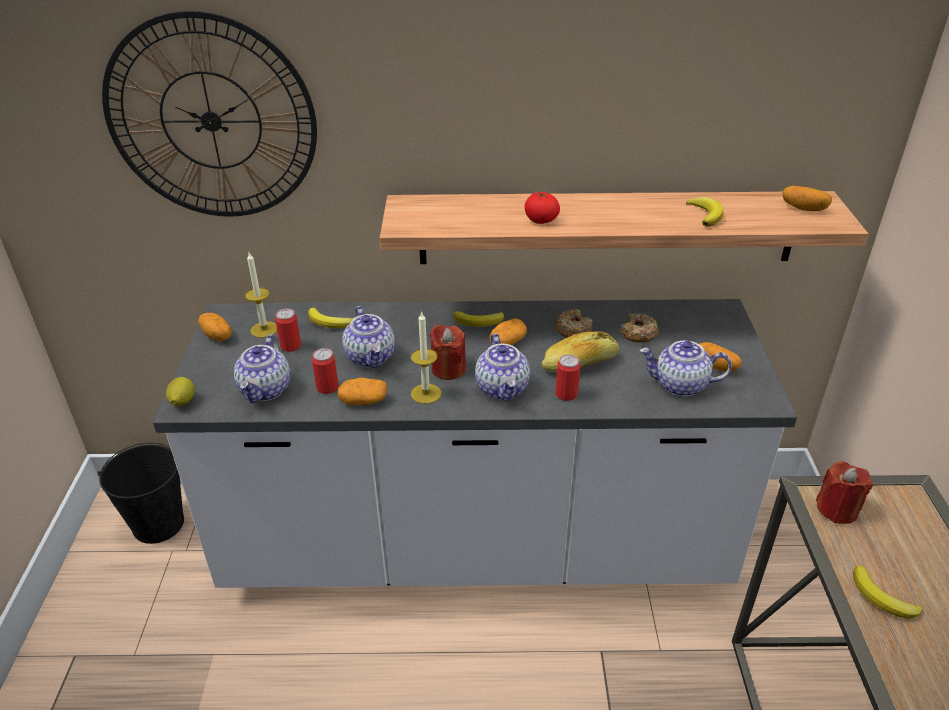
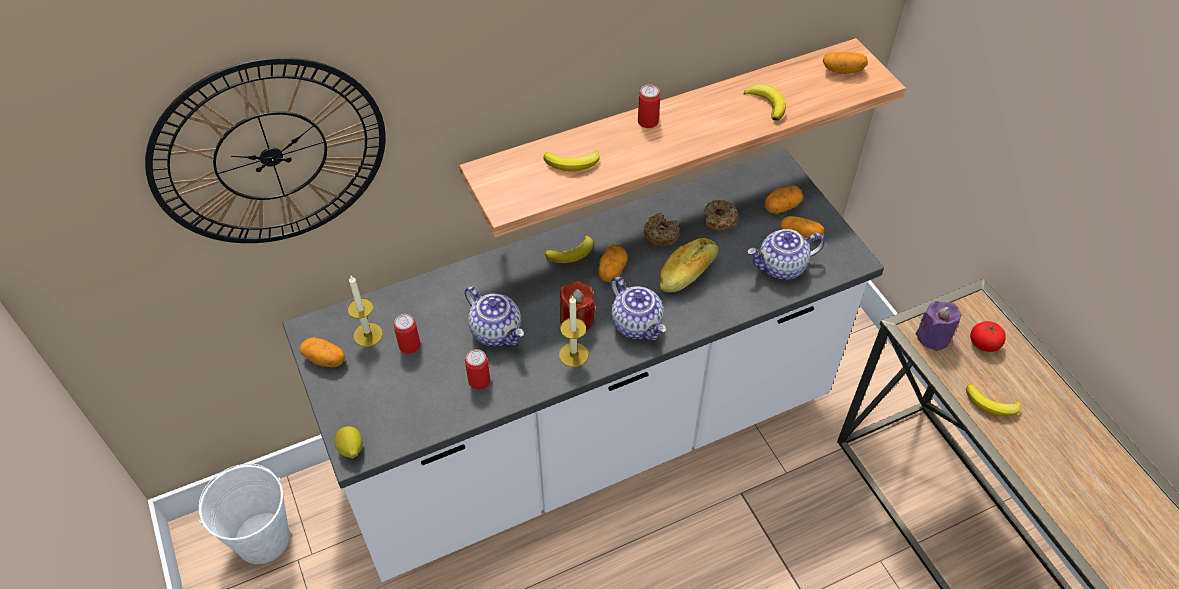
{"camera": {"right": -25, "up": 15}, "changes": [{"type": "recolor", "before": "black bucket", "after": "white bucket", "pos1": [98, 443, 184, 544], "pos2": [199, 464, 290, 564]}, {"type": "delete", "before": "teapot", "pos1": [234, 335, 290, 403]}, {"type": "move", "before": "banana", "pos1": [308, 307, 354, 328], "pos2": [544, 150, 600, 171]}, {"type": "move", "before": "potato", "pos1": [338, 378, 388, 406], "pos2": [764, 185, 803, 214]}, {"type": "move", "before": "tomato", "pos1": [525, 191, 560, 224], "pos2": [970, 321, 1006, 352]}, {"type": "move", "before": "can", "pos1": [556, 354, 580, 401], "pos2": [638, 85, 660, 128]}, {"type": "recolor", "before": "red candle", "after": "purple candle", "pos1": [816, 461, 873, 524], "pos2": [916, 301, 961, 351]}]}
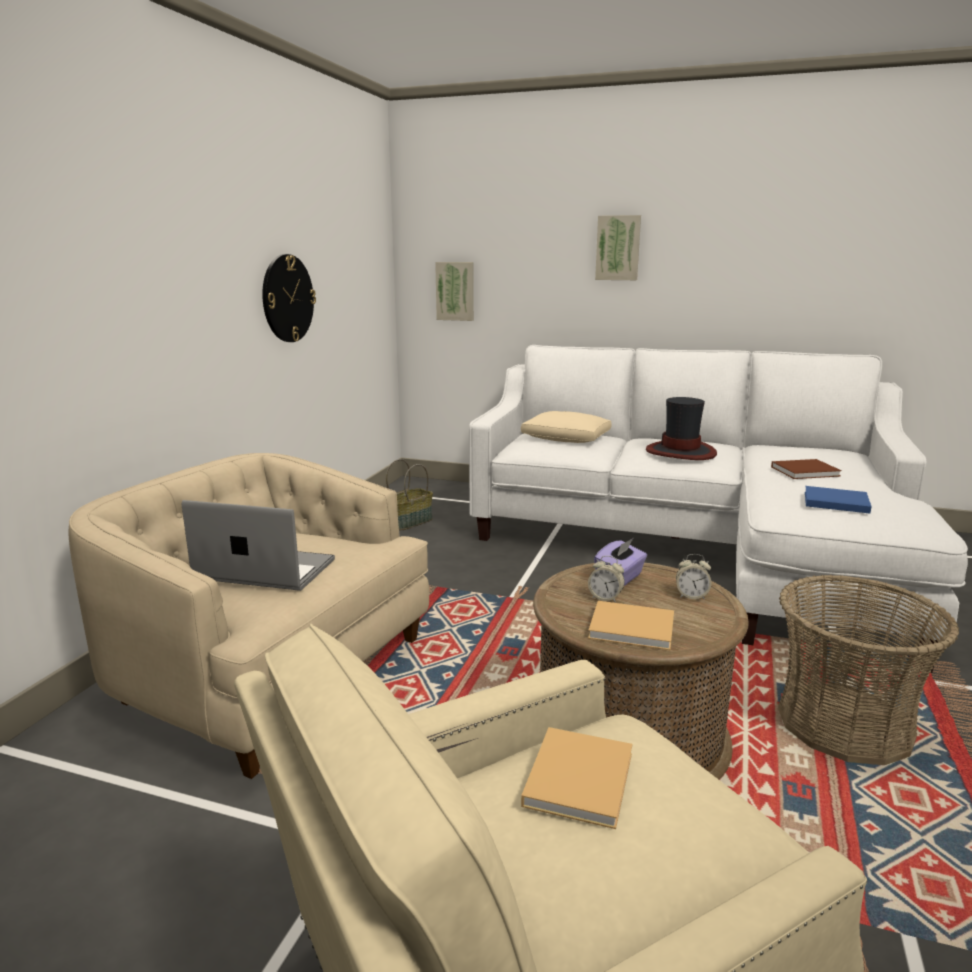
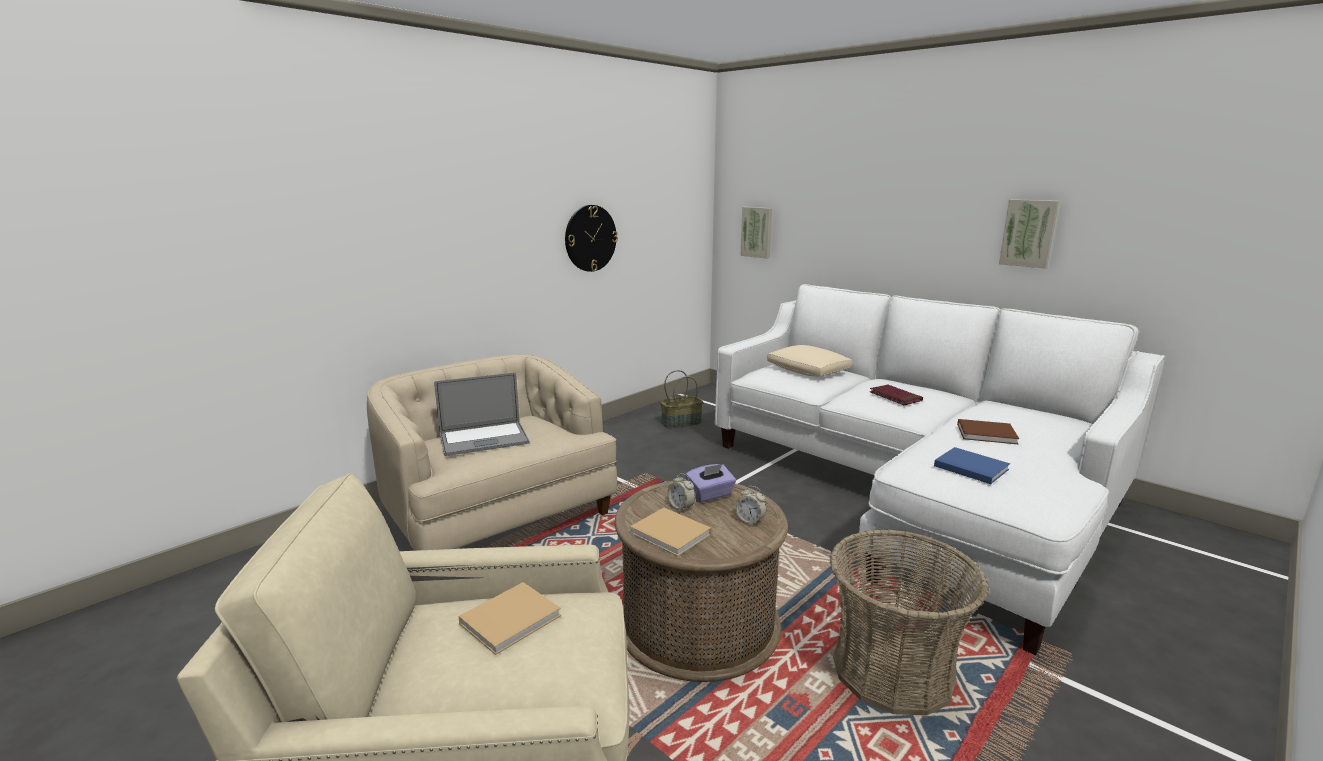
{"camera": {"right": 25, "up": 0}, "changes": [{"type": "rotate", "before": "laptop", "pos1": [182, 500, 335, 591], "pos2": [434, 372, 529, 456], "turn": 120}, {"type": "move", "before": "picture", "pos1": [595, 215, 641, 280], "pos2": [999, 199, 1059, 269]}, {"type": "replace", "before": "hat", "after": "red book", "pos1": [646, 397, 717, 460], "pos2": [870, 385, 923, 405]}]}
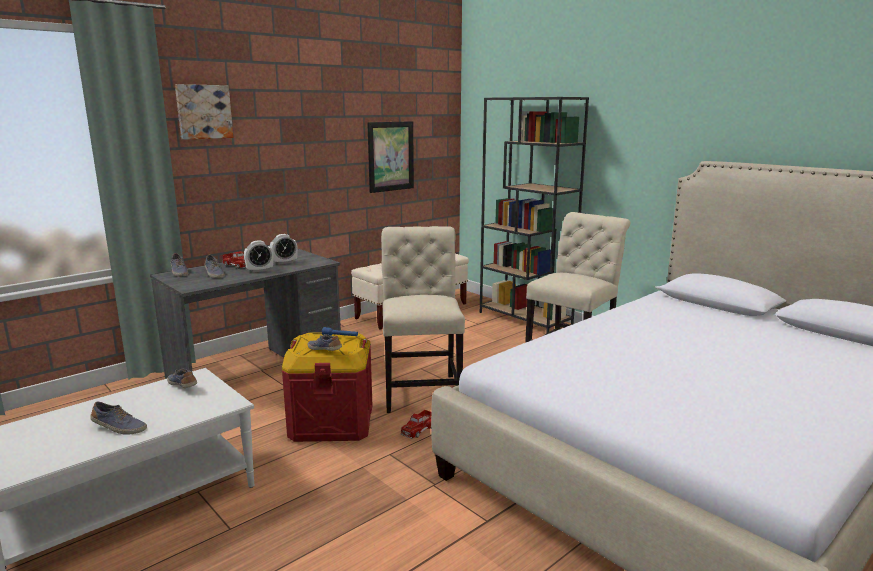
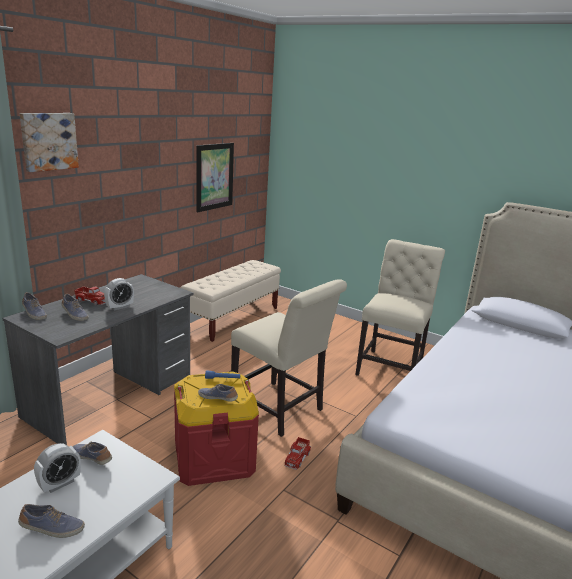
{"camera": {"right": -15, "up": 5}, "changes": [{"type": "move", "before": "alarm clock", "pos1": [270, 234, 298, 264], "pos2": [34, 443, 81, 493]}, {"type": "rotate", "before": "beige chair", "pos1": [381, 226, 465, 413], "pos2": [231, 279, 347, 437], "turn": 150}, {"type": "delete", "before": "bookcase", "pos1": [480, 97, 589, 334]}]}
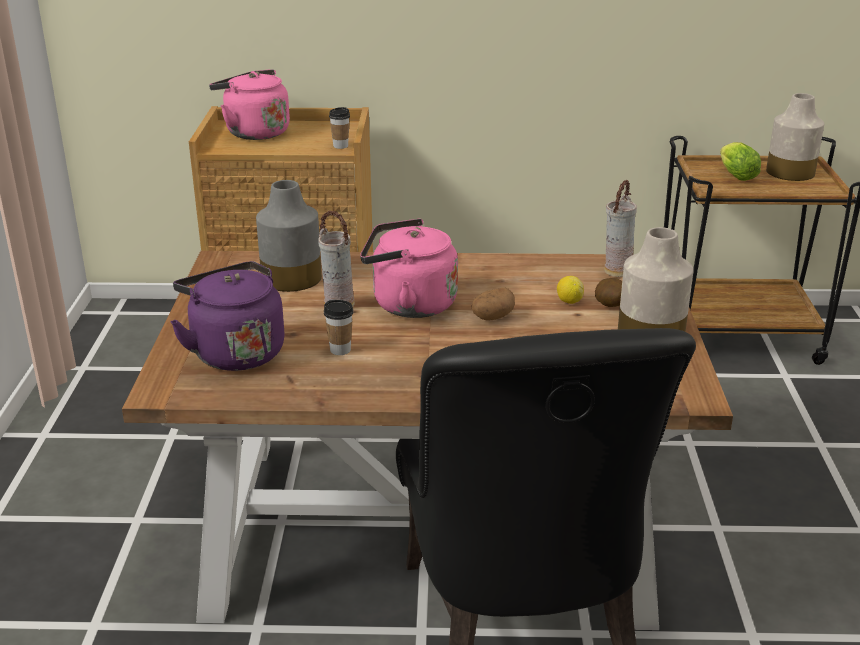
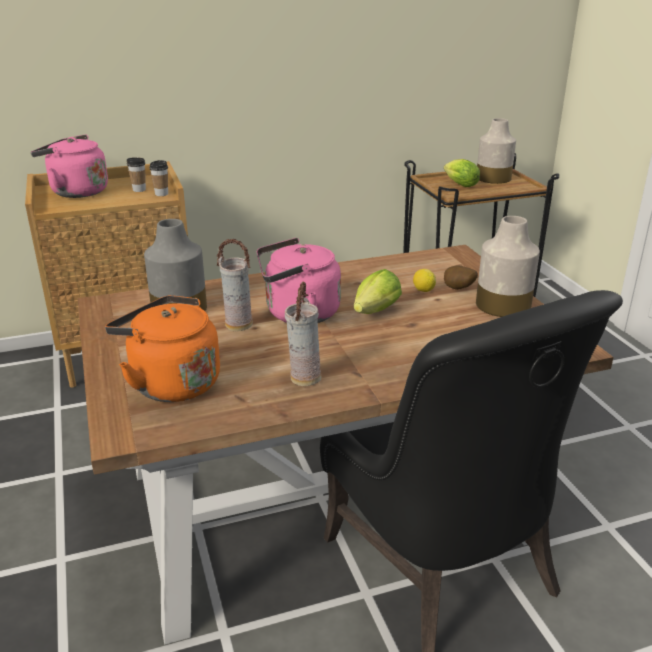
{"camera": {"right": -20, "up": 0}, "changes": [{"type": "recolor", "before": "purple kettle", "after": "orange kettle", "pos1": [170, 261, 285, 371], "pos2": [105, 295, 220, 402]}, {"type": "move", "before": "cup", "pos1": [324, 300, 353, 355], "pos2": [127, 158, 146, 192]}, {"type": "replace", "before": "potato", "after": "lettuce", "pos1": [472, 287, 515, 321], "pos2": [354, 269, 402, 314]}, {"type": "move", "before": "vase", "pos1": [604, 180, 637, 277], "pos2": [285, 281, 321, 386]}]}
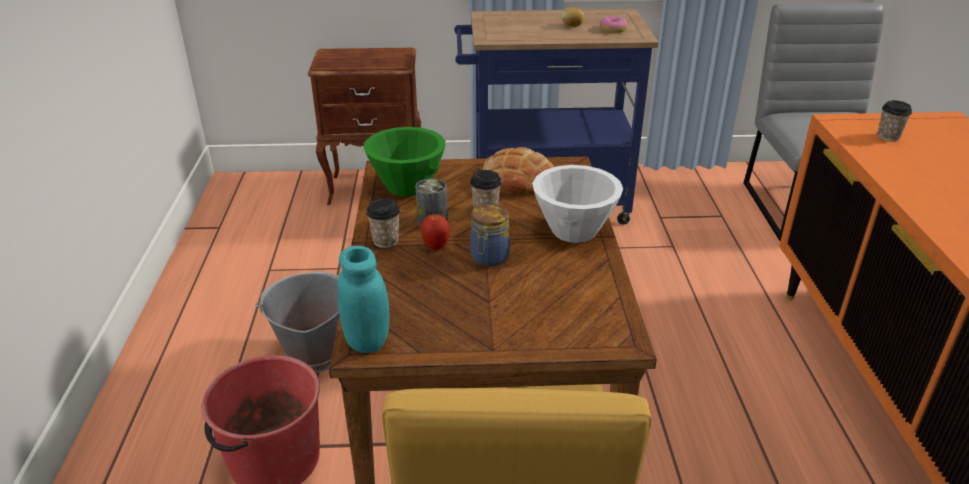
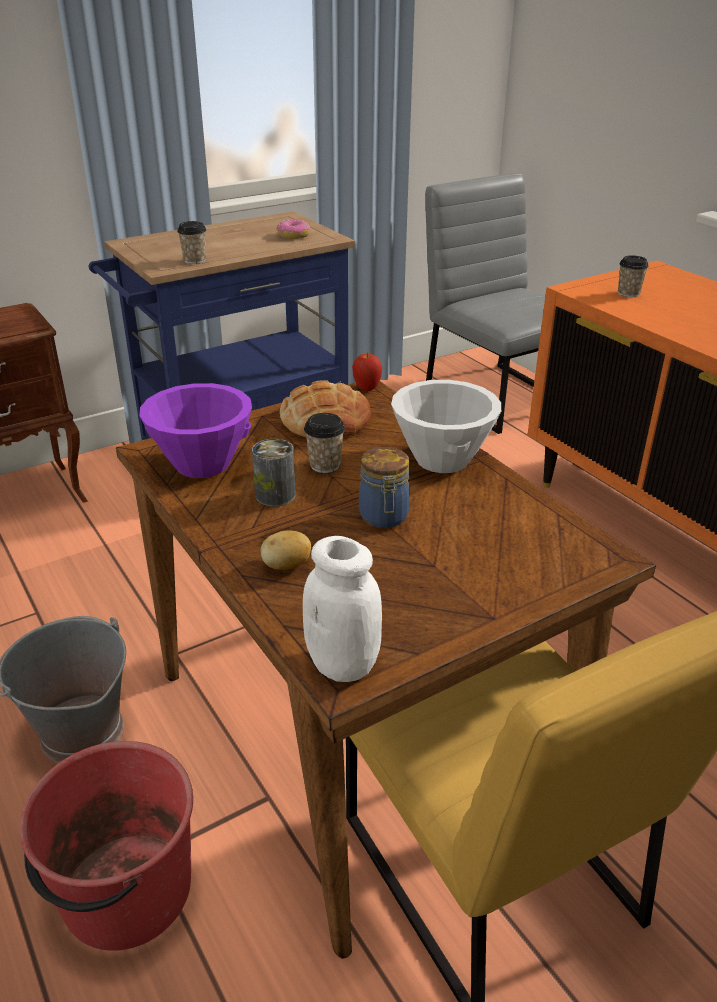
{"camera": {"right": -30, "up": 0}, "changes": [{"type": "recolor", "before": "turquoise jar", "after": "white jar", "pos1": [337, 246, 390, 353], "pos2": [303, 536, 382, 682]}, {"type": "recolor", "before": "green bowl", "after": "purple bowl", "pos1": [363, 127, 445, 197], "pos2": [140, 383, 252, 478]}, {"type": "move", "before": "cup", "pos1": [366, 198, 400, 248], "pos2": [177, 221, 206, 264]}, {"type": "move", "before": "apple", "pos1": [421, 214, 450, 250], "pos2": [352, 352, 382, 391]}, {"type": "move", "before": "potato", "pos1": [561, 7, 585, 27], "pos2": [260, 530, 311, 570]}]}
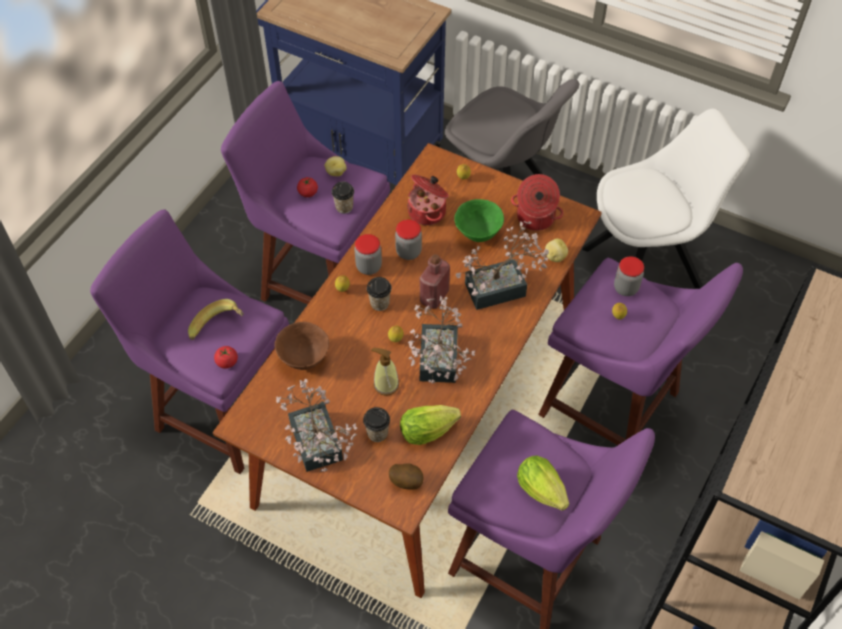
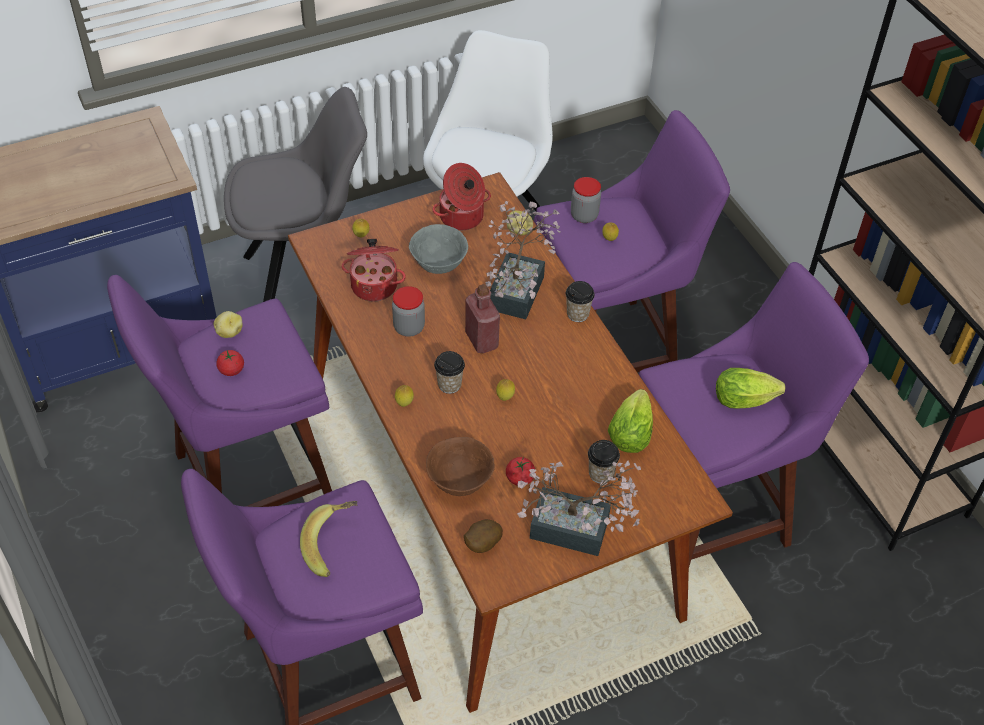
{"camera": {"right": -55, "up": -5}, "changes": [{"type": "move", "before": "tomato", "pos1": [214, 346, 238, 368], "pos2": [506, 457, 535, 486]}, {"type": "move", "before": "cup", "pos1": [332, 181, 354, 214], "pos2": [565, 281, 595, 322]}, {"type": "delete", "before": "jar", "pos1": [355, 234, 382, 275]}, {"type": "delete", "before": "soap dispenser", "pos1": [371, 348, 399, 396]}, {"type": "move", "before": "potato", "pos1": [389, 463, 423, 489], "pos2": [464, 519, 503, 553]}, {"type": "delete", "before": "potted plant", "pos1": [408, 296, 475, 384]}, {"type": "recolor", "before": "green bowl", "after": "grey bowl", "pos1": [454, 199, 504, 242], "pos2": [409, 224, 468, 274]}]}
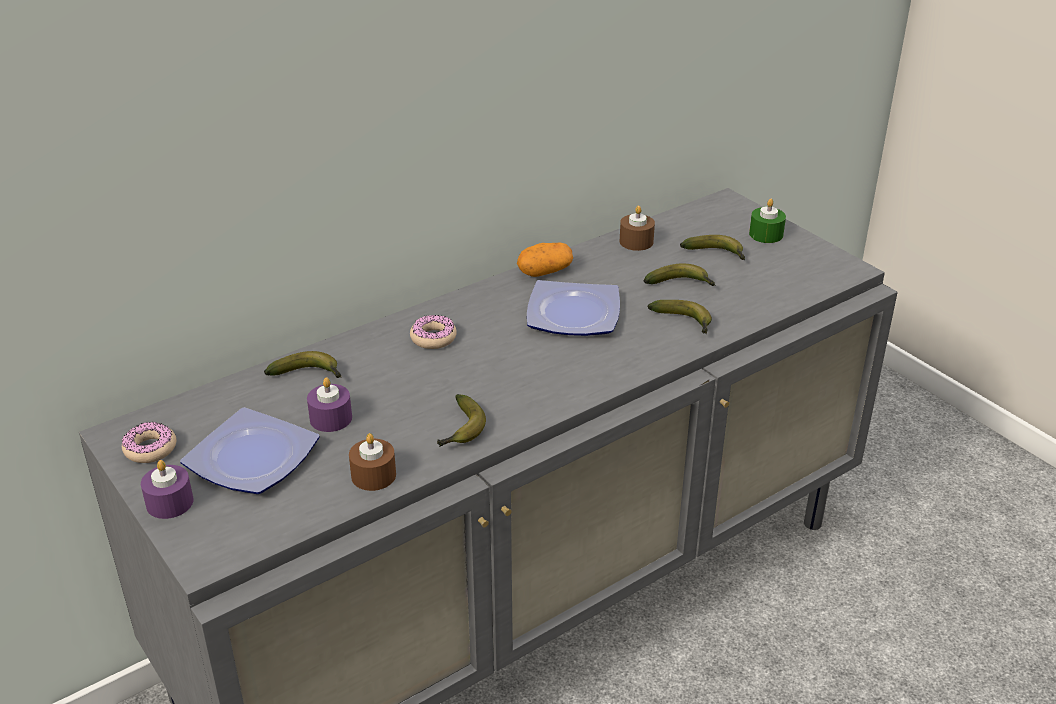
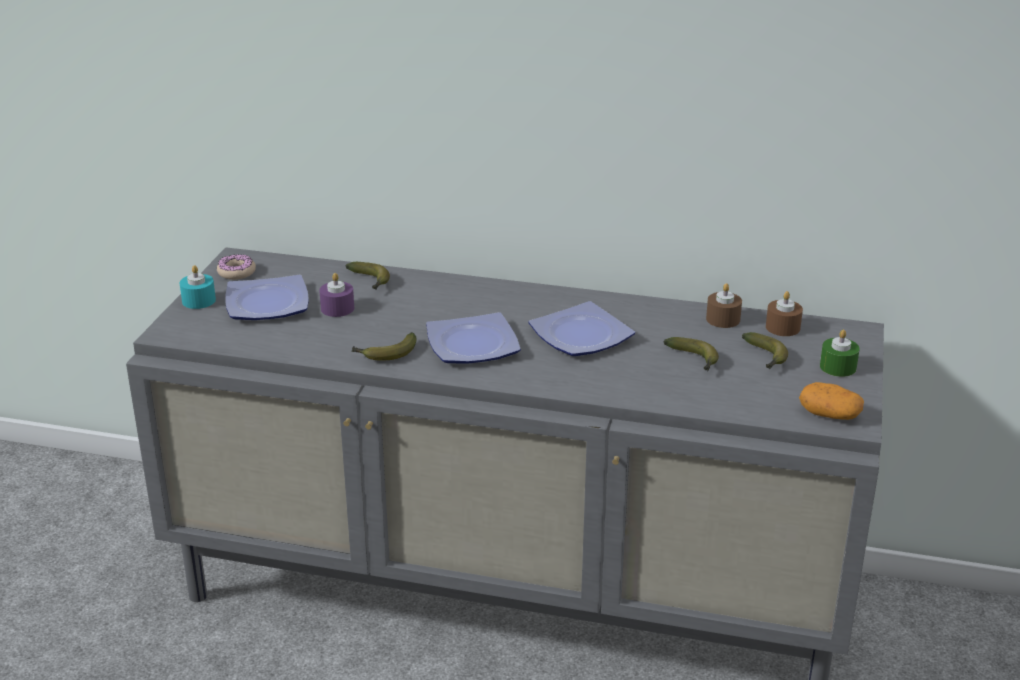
{"camera": {"right": 50, "up": -5}, "changes": [{"type": "recolor", "before": "purple candle", "after": "turquoise candle", "pos1": [141, 460, 193, 519], "pos2": [180, 265, 216, 309]}, {"type": "move", "before": "brown candle", "pos1": [349, 433, 396, 491], "pos2": [766, 291, 803, 336]}, {"type": "delete", "before": "donut", "pos1": [410, 315, 457, 349]}, {"type": "move", "before": "potato", "pos1": [517, 243, 573, 277], "pos2": [799, 382, 864, 420]}, {"type": "delete", "before": "banana", "pos1": [647, 300, 712, 334]}, {"type": "insert", "after": "plate", "pos2": [426, 312, 521, 364]}]}
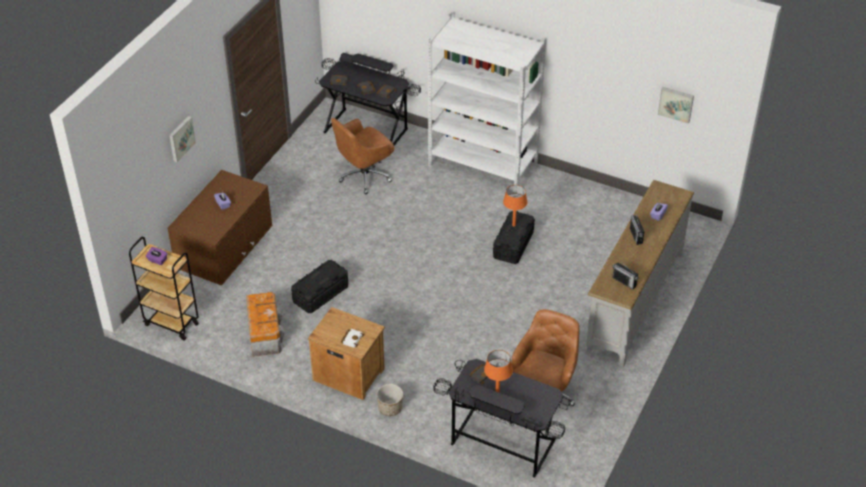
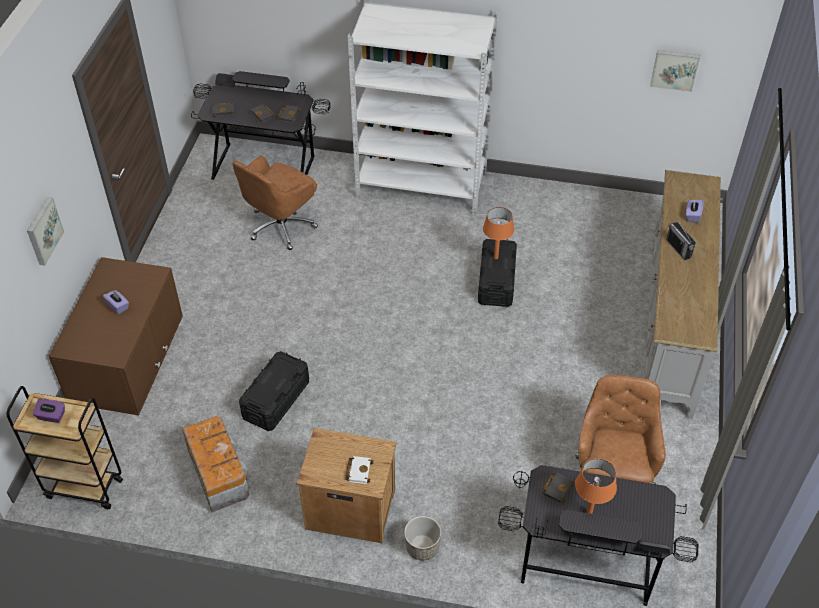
{"camera": {"right": -15, "up": 5}, "changes": [{"type": "delete", "before": "radio", "pos1": [612, 261, 639, 290]}]}
